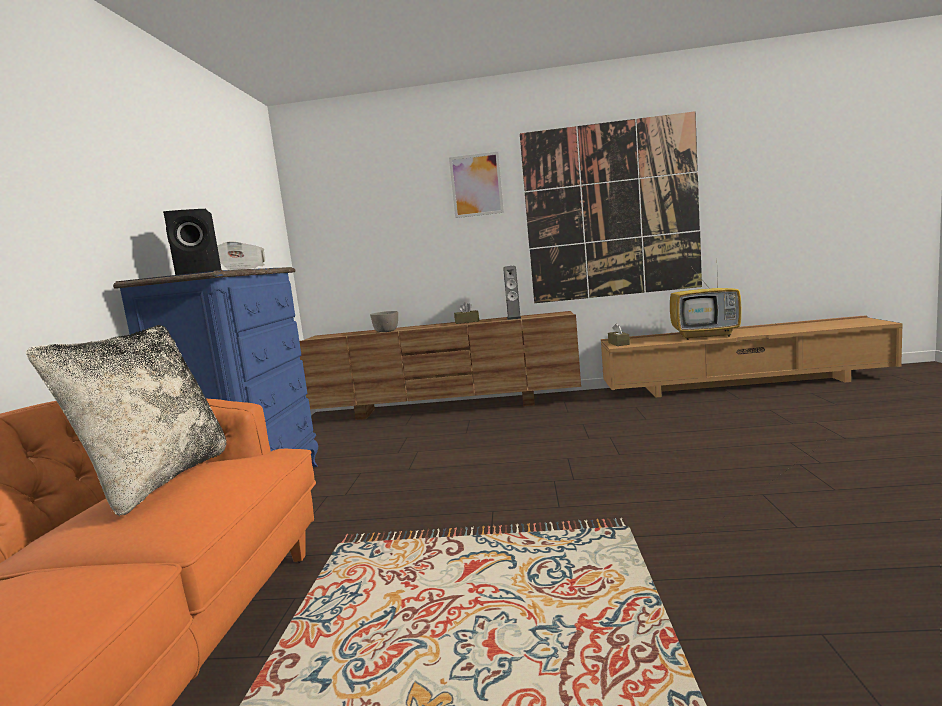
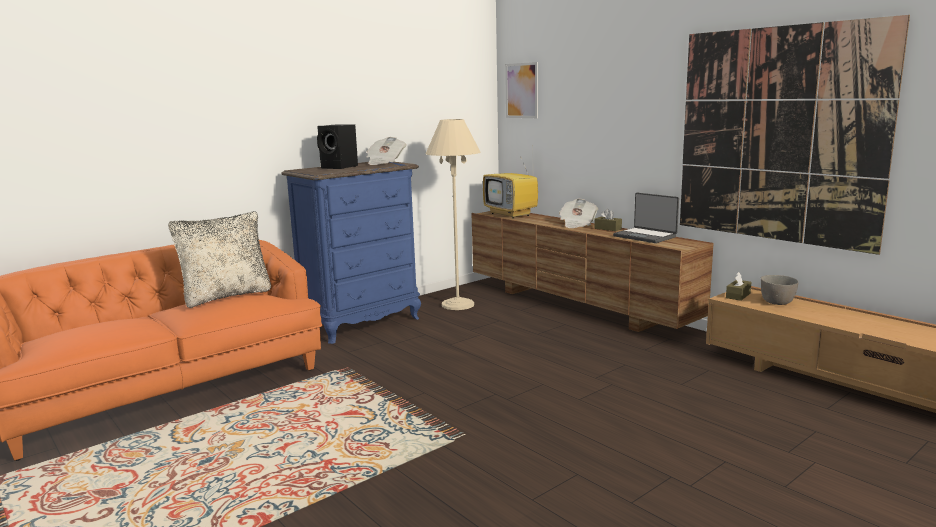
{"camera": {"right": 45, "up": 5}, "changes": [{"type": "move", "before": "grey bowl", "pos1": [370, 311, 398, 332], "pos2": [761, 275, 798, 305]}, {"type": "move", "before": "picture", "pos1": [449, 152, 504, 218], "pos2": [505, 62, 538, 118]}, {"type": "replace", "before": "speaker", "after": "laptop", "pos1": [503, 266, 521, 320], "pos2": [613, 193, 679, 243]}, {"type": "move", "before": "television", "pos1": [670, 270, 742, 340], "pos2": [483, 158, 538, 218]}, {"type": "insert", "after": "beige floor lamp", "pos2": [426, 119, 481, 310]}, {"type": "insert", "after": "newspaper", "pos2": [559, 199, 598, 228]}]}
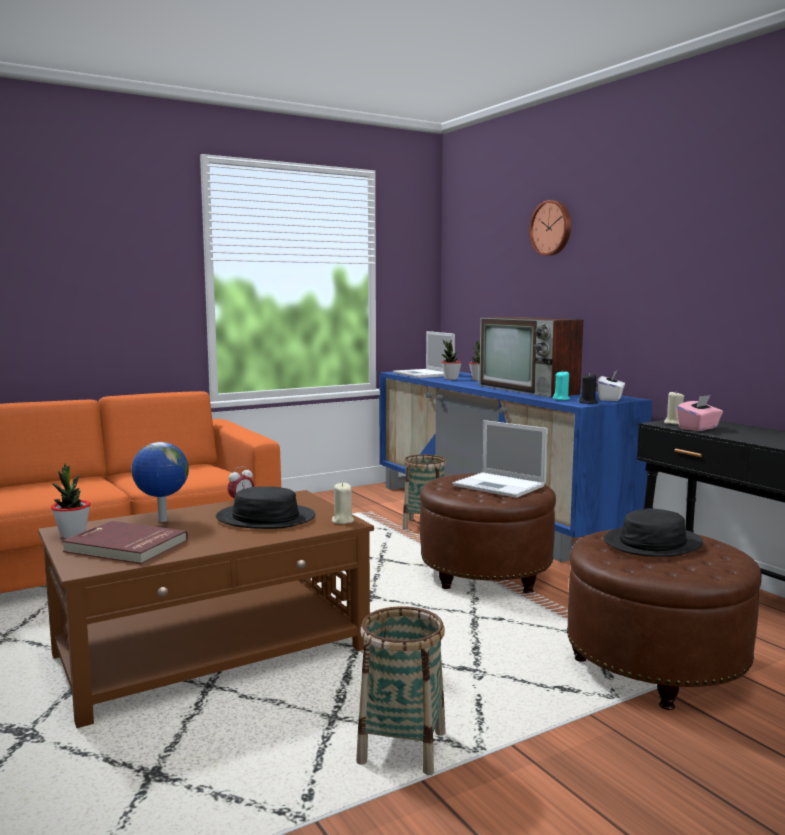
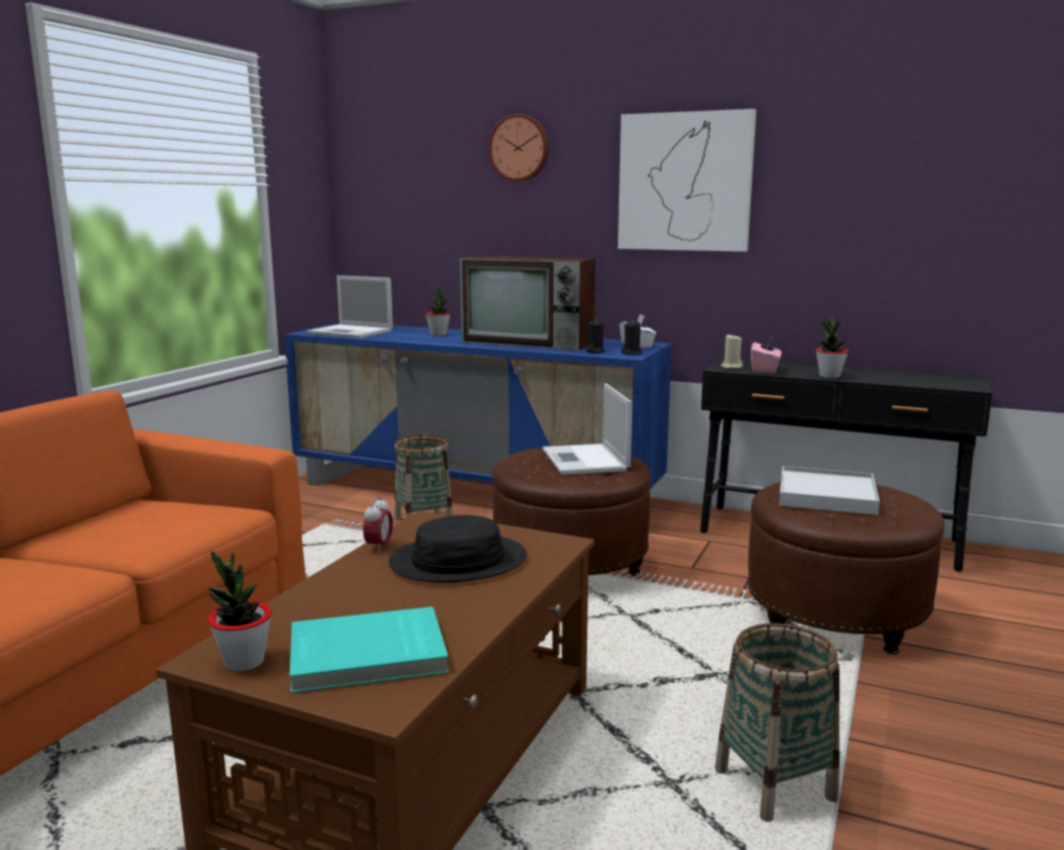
{"camera": {"right": -35, "up": 5}, "changes": [{"type": "recolor", "before": "red book", "after": "turquoise book", "pos1": [62, 521, 188, 564], "pos2": [290, 607, 449, 693]}, {"type": "delete", "before": "globe", "pos1": [132, 442, 189, 522]}, {"type": "delete", "before": "beige candle", "pos1": [332, 482, 354, 524]}, {"type": "move", "before": "potted plant", "pos1": [441, 339, 462, 380], "pos2": [816, 317, 848, 378]}, {"type": "rotate", "before": "laptop", "pos1": [453, 420, 548, 498], "pos2": [542, 383, 632, 475], "turn": 75}, {"type": "recolor", "before": "turquoise candle", "after": "black candle", "pos1": [552, 370, 570, 400], "pos2": [586, 319, 605, 353]}, {"type": "replace", "before": "black hat", "after": "white tray", "pos1": [604, 509, 703, 557], "pos2": [779, 466, 880, 515]}, {"type": "insert", "after": "picture", "pos2": [618, 109, 757, 252]}]}
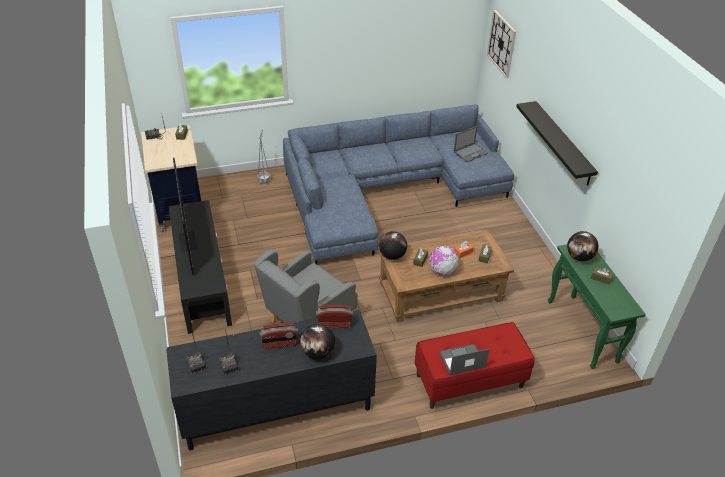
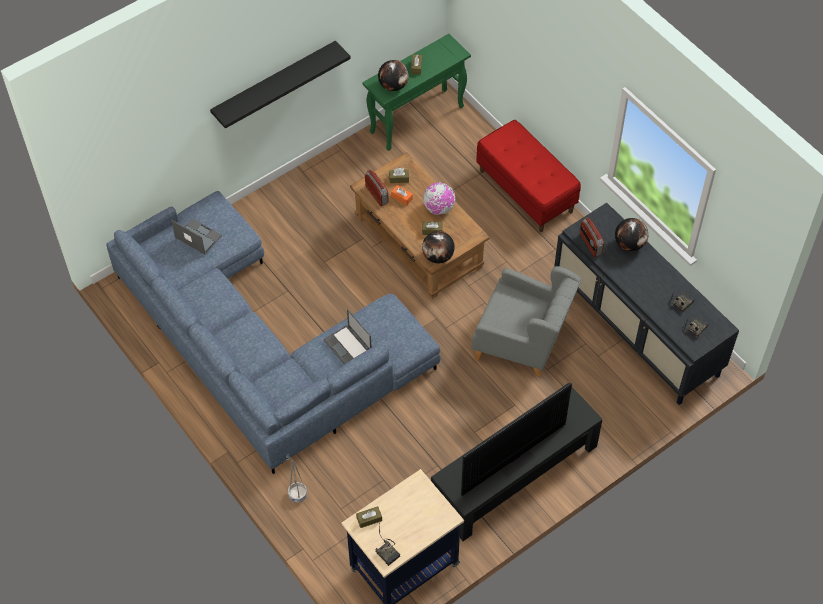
{"camera": {"right": -110, "up": 15}, "changes": [{"type": "move", "before": "radio", "pos1": [260, 323, 298, 349], "pos2": [365, 170, 389, 206]}, {"type": "move", "before": "laptop", "pos1": [439, 344, 490, 375], "pos2": [324, 309, 372, 364]}, {"type": "delete", "before": "wall clock", "pos1": [487, 10, 516, 78]}]}
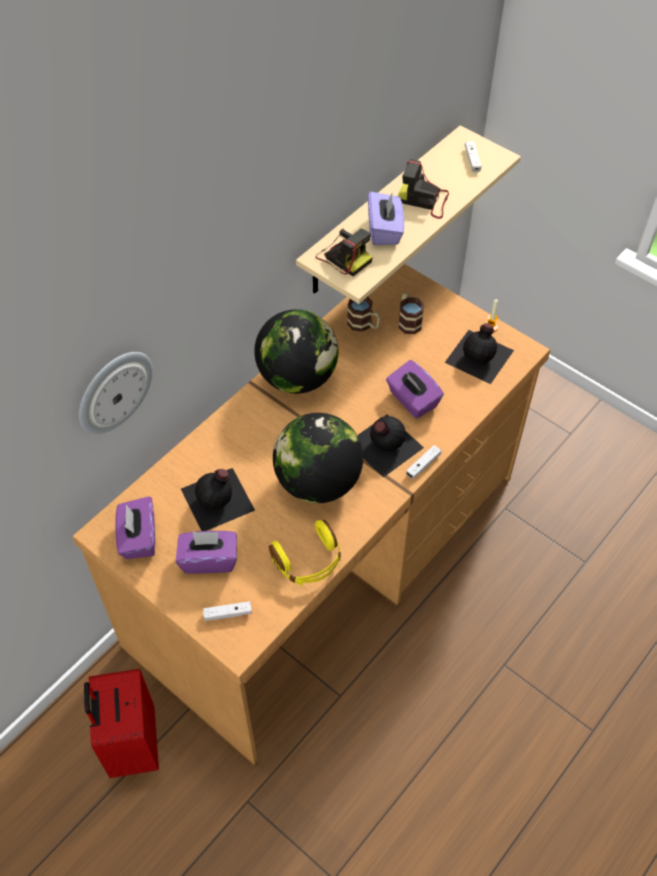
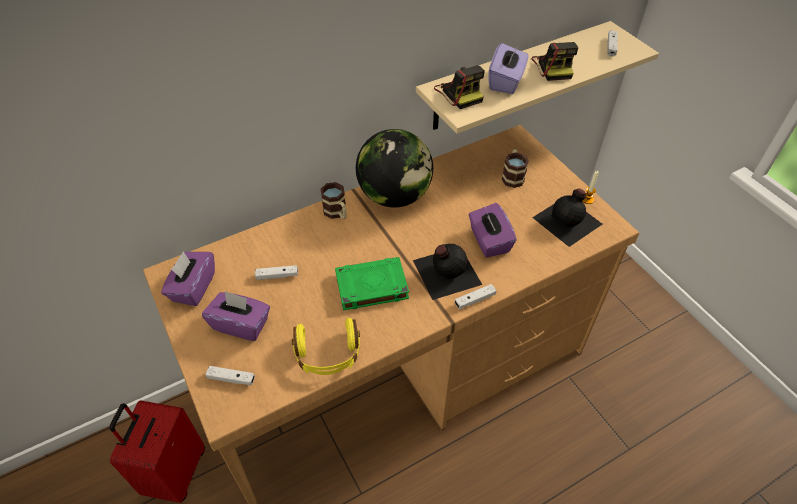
{"camera": {"right": 20, "up": -5}, "changes": [{"type": "delete", "before": "wall clock", "pos1": [79, 352, 153, 434]}, {"type": "replace", "before": "black bottle", "after": "white game controller", "pos1": [181, 468, 255, 531], "pos2": [255, 265, 298, 280]}, {"type": "replace", "before": "globe", "after": "green book", "pos1": [273, 413, 363, 503], "pos2": [335, 257, 409, 311]}, {"type": "move", "before": "mug", "pos1": [347, 297, 380, 332], "pos2": [320, 182, 347, 219]}, {"type": "rotate", "before": "photo camera", "pos1": [398, 159, 449, 219], "pos2": [532, 42, 578, 81], "turn": -135}]}
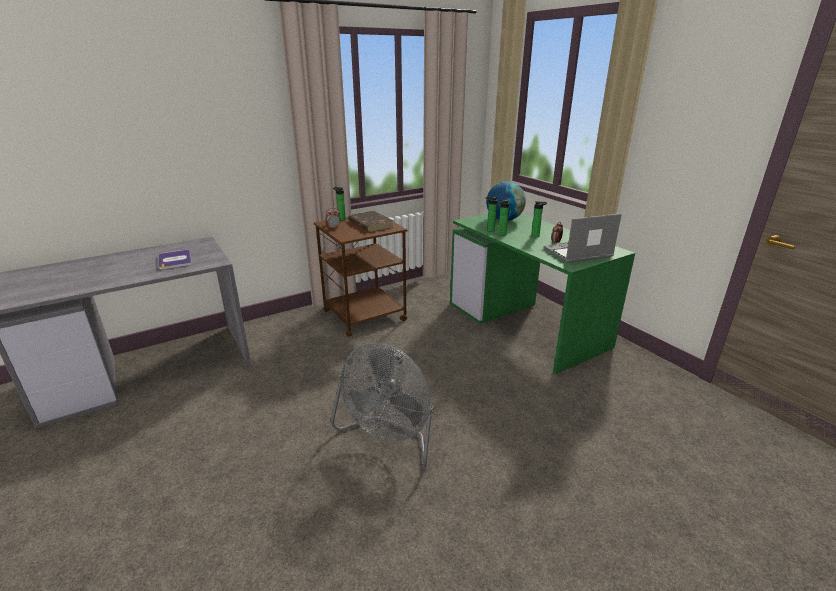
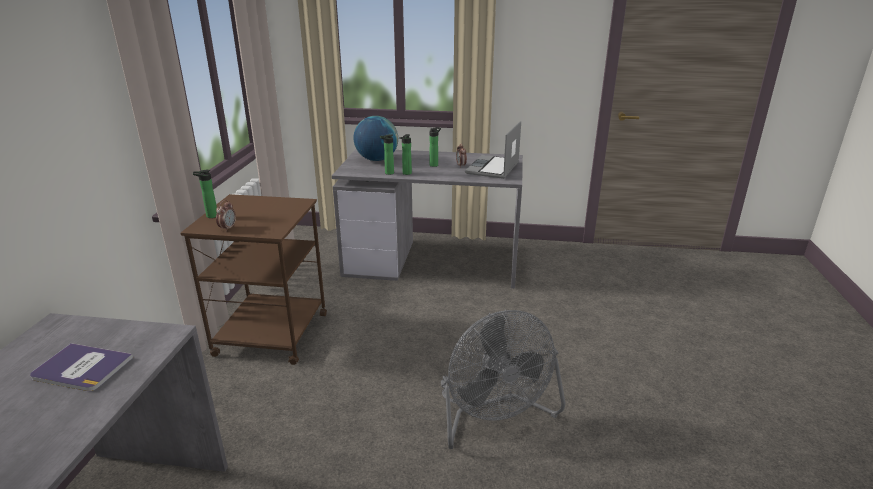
{"camera": {"right": -50, "up": 0}, "changes": [{"type": "delete", "before": "brown book", "pos1": [348, 211, 393, 232]}, {"type": "recolor", "before": "green desk", "after": "grey desk", "pos1": [450, 213, 635, 374], "pos2": [332, 149, 523, 288]}]}
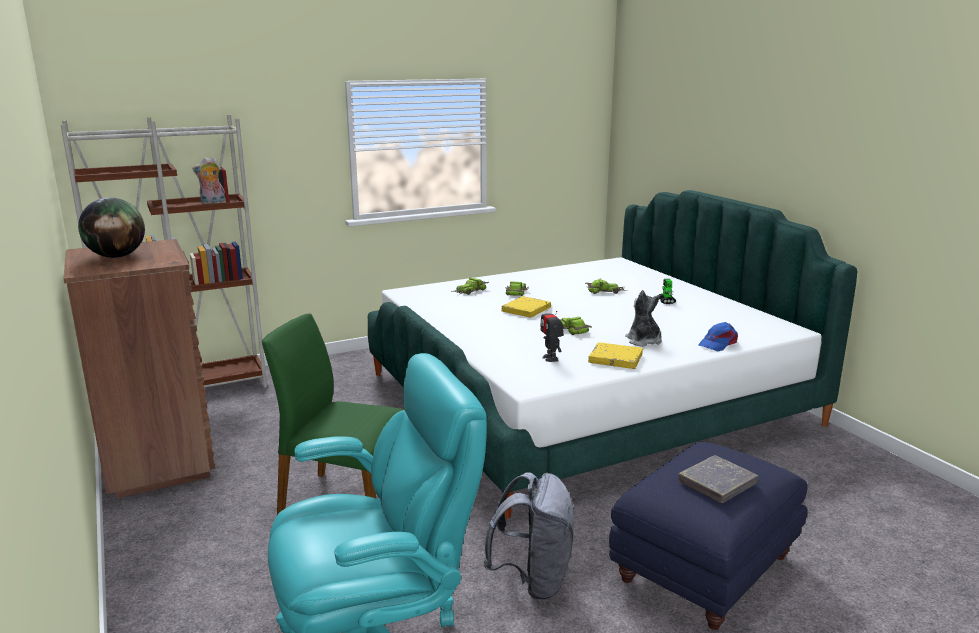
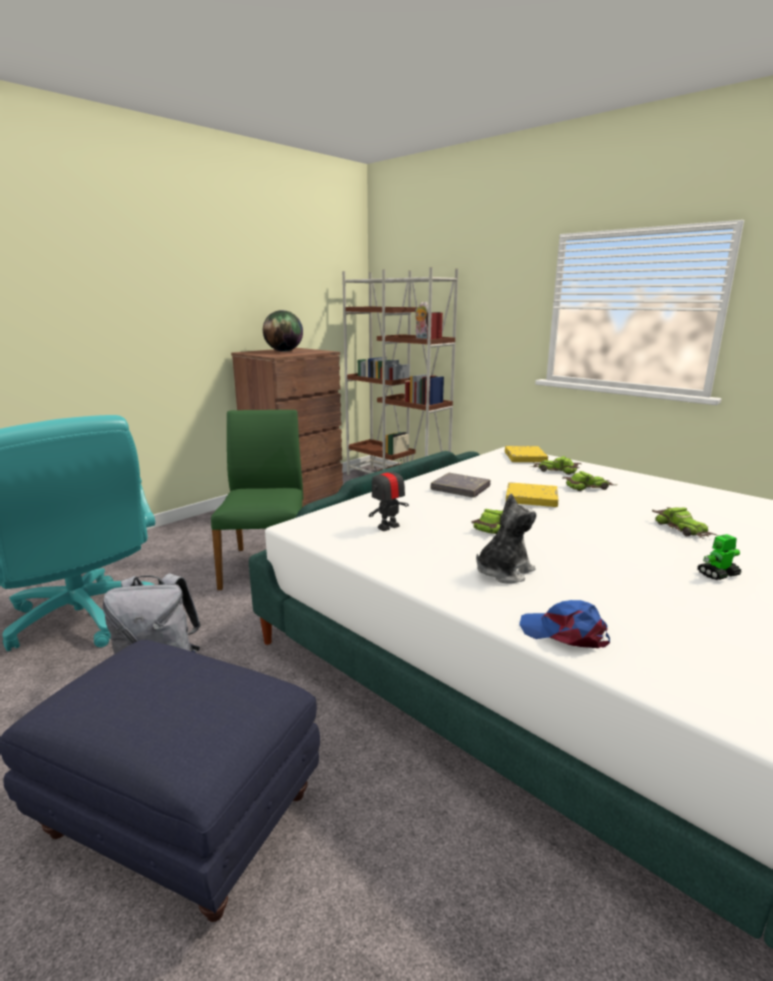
{"camera": {"right": 70, "up": 0}, "changes": [{"type": "move", "before": "yellow book", "pos1": [588, 342, 643, 369], "pos2": [505, 446, 548, 462]}, {"type": "move", "before": "grey book", "pos1": [678, 455, 758, 503], "pos2": [430, 473, 490, 498]}]}
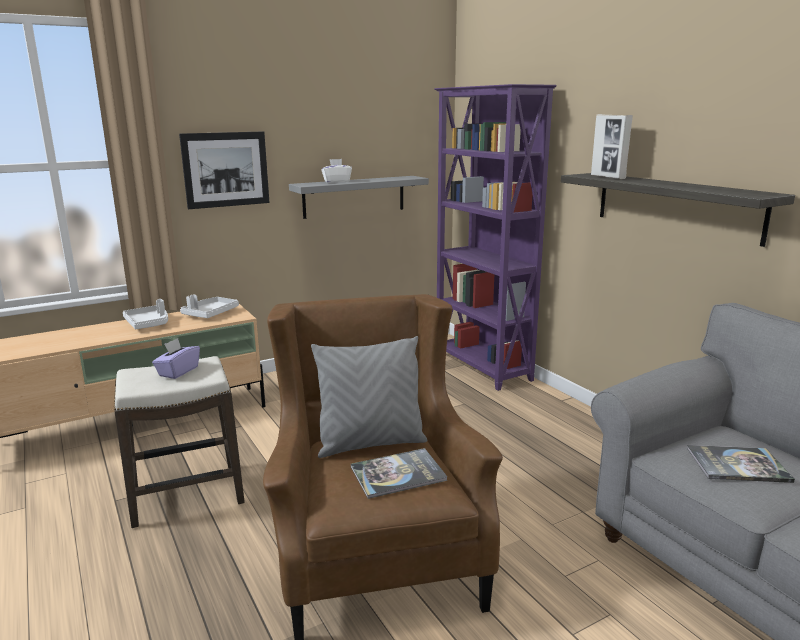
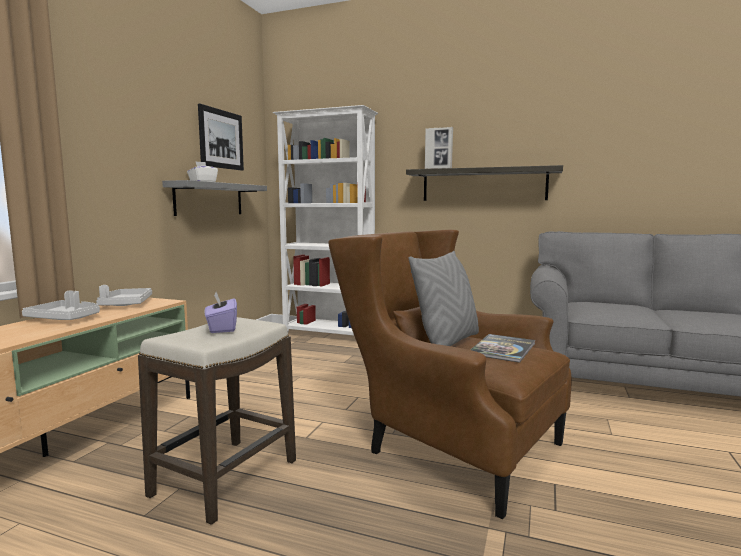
{"camera": {"right": -40, "up": -10}, "changes": [{"type": "move", "before": "picture", "pos1": [179, 131, 269, 209], "pos2": [198, 104, 244, 171]}, {"type": "recolor", "before": "purple bookcase", "after": "white bookcase", "pos1": [434, 84, 557, 391], "pos2": [273, 105, 378, 335]}, {"type": "delete", "before": "book", "pos1": [687, 445, 795, 483]}]}
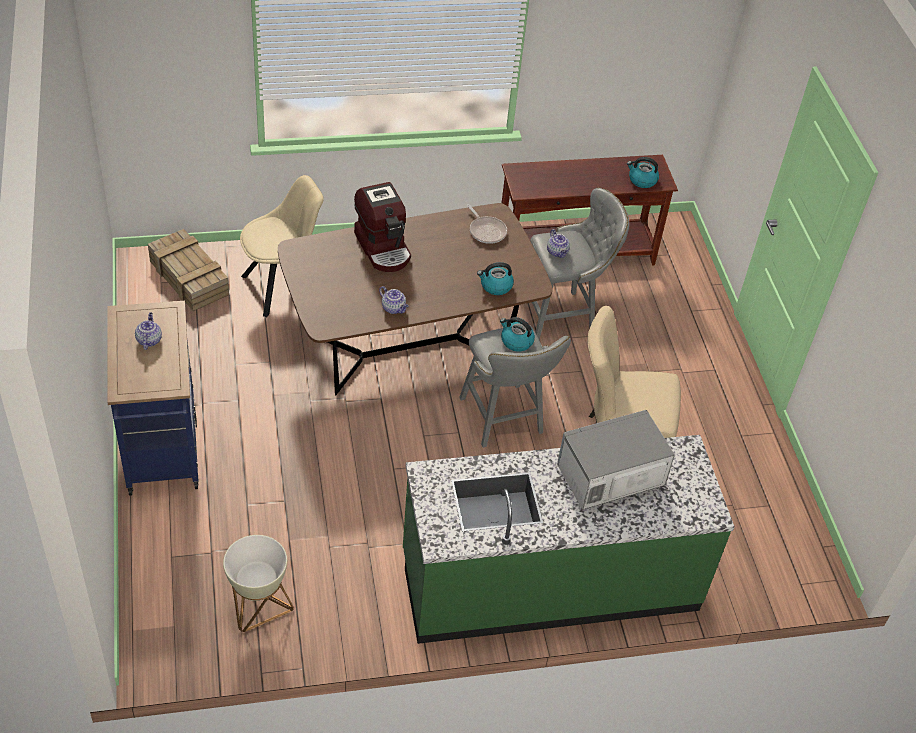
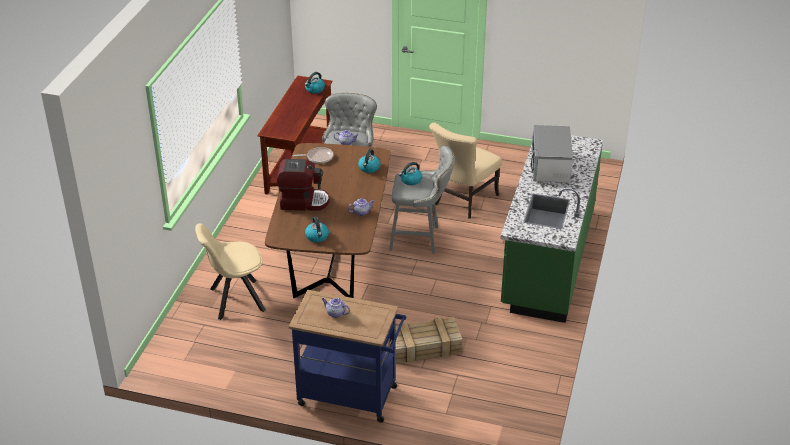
{"camera": {"right": -60, "up": -10}, "changes": [{"type": "move", "before": "crate", "pos1": [148, 229, 229, 311], "pos2": [388, 317, 462, 364]}, {"type": "delete", "before": "planter", "pos1": [223, 535, 294, 632]}, {"type": "rotate", "before": "beige chair", "pos1": [240, 175, 324, 317], "pos2": [195, 223, 266, 320], "turn": -105}, {"type": "insert", "after": "kettle", "pos2": [305, 216, 329, 242]}]}
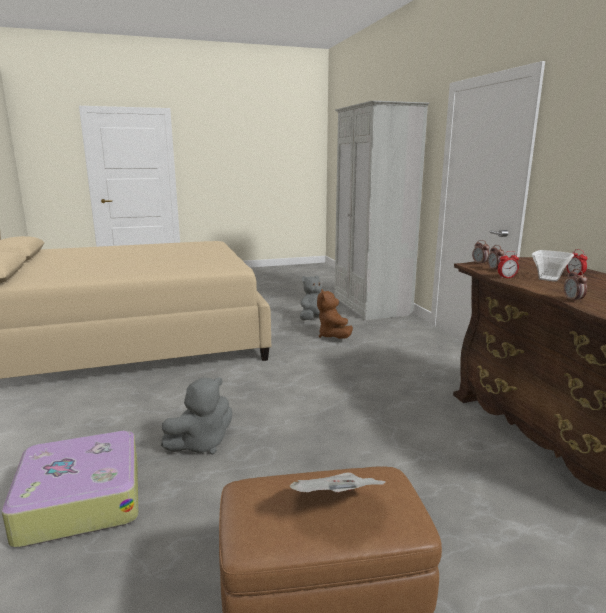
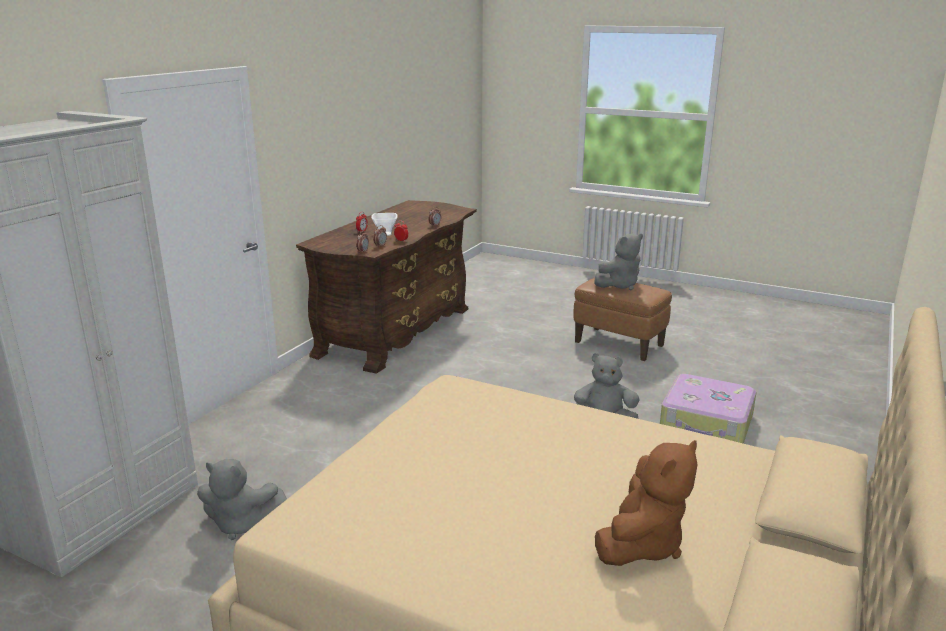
{"camera": {"right": -135, "up": 5}, "changes": [{"type": "replace", "before": "newspaper", "after": "grey plush toy", "pos1": [289, 473, 386, 493], "pos2": [594, 234, 643, 290]}, {"type": "move", "before": "brown plush toy", "pos1": [317, 289, 353, 339], "pos2": [595, 440, 698, 566]}]}
